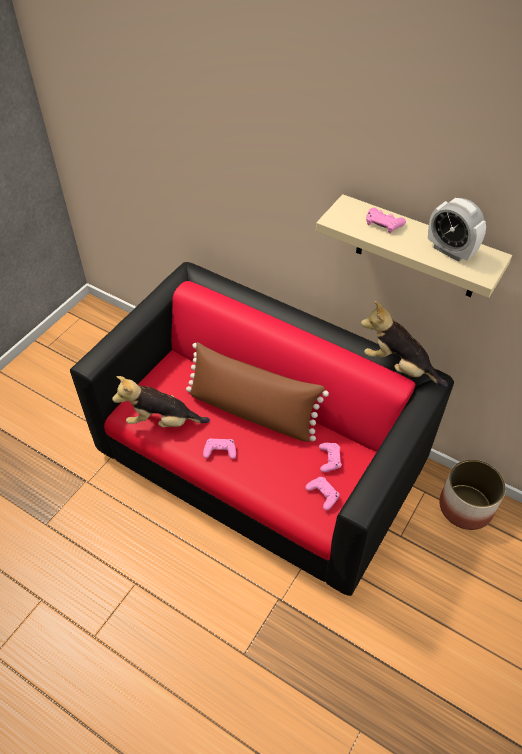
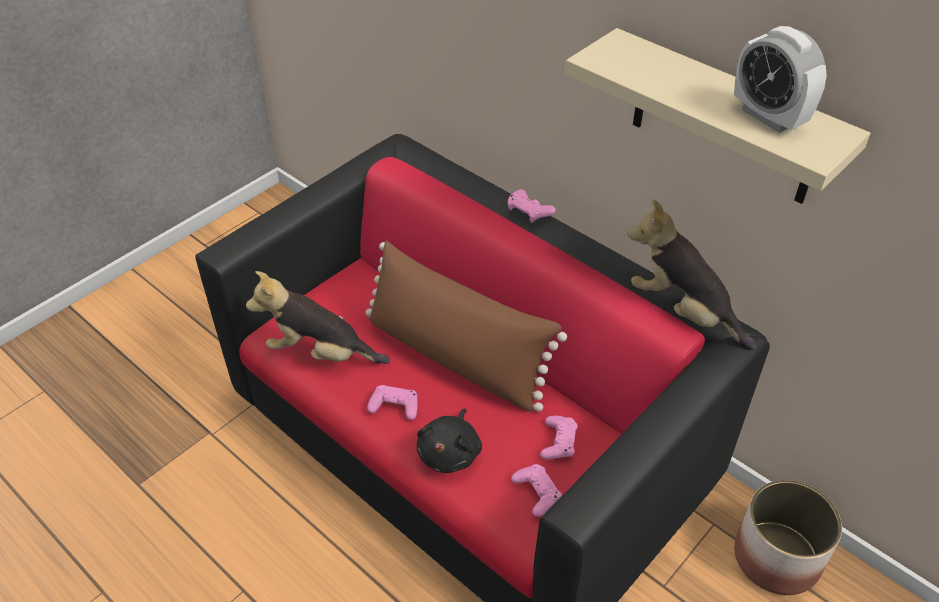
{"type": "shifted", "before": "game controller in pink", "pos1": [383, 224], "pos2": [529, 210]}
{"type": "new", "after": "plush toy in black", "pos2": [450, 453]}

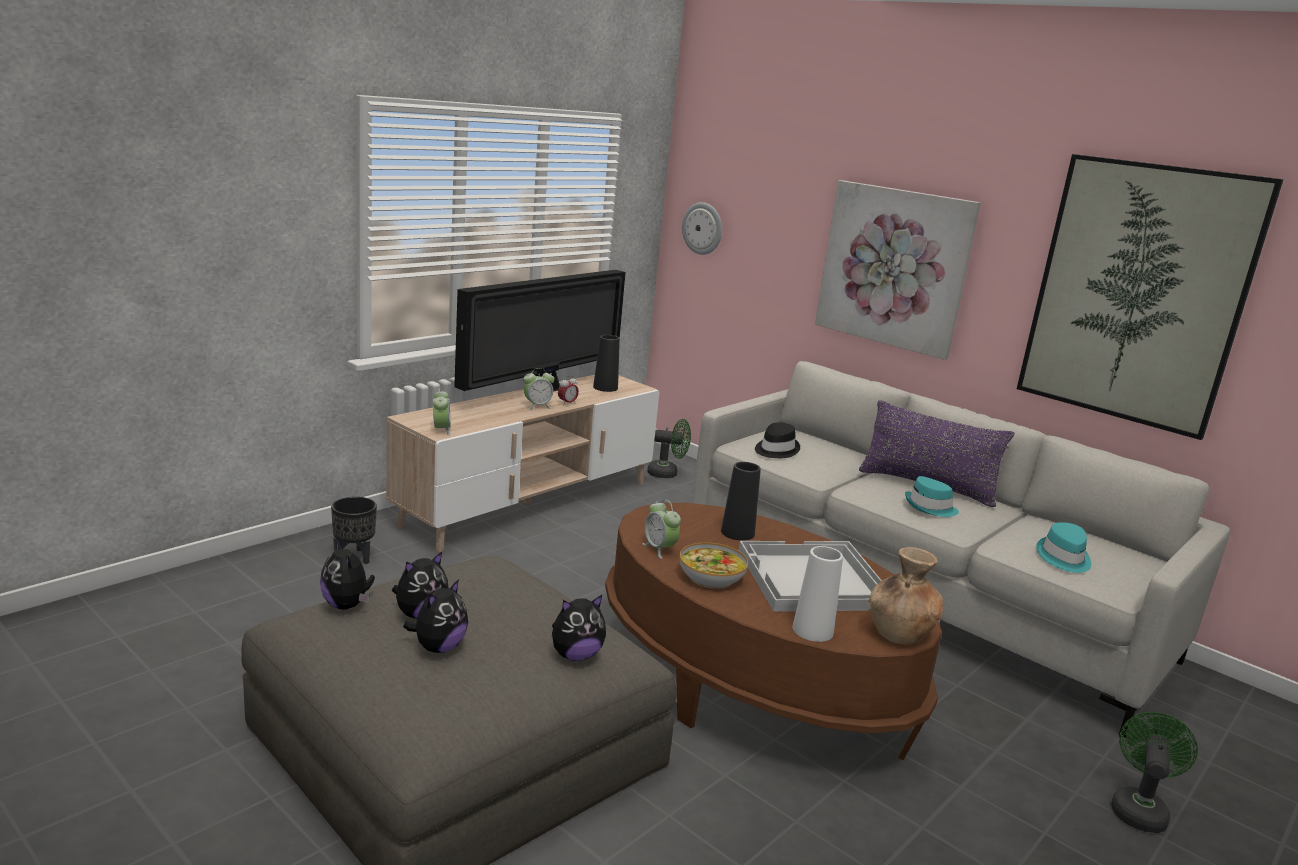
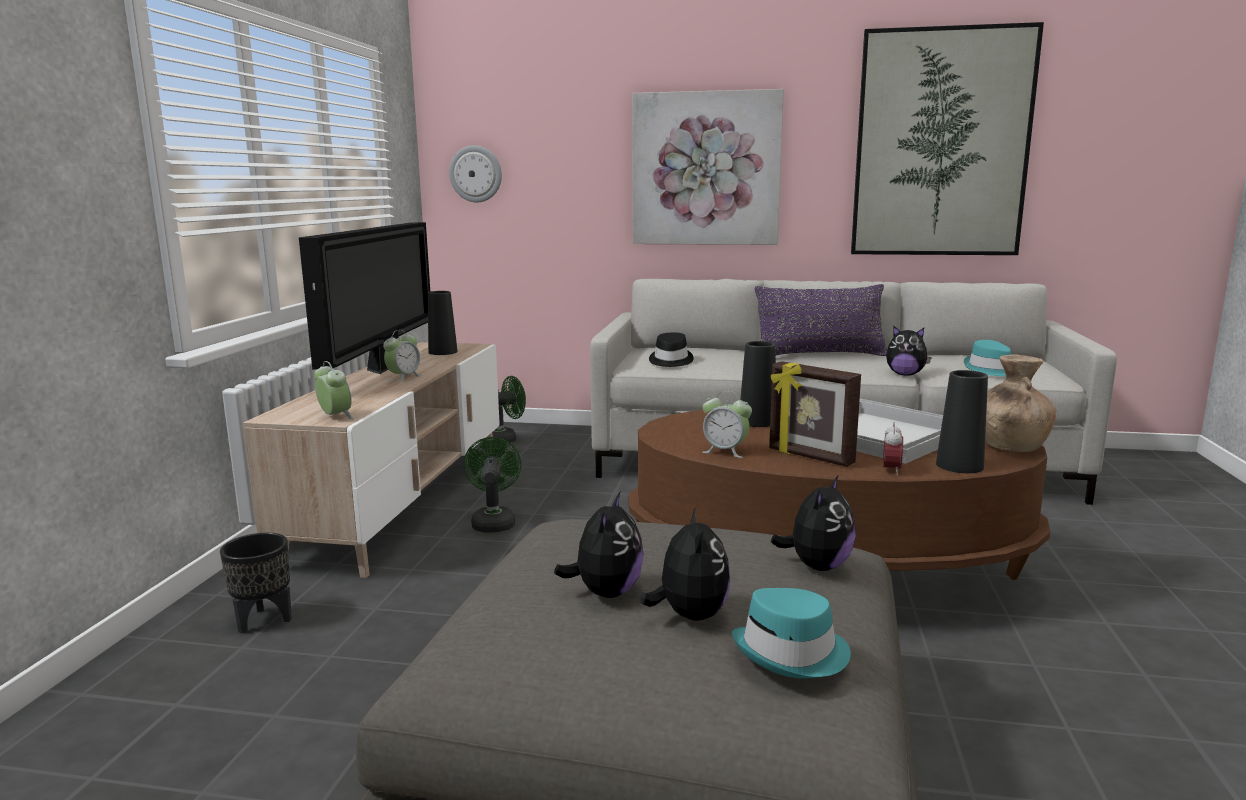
{"type": "shifted", "before": "plush toy", "pos1": [347, 605], "pos2": [905, 374]}
{"type": "shifted", "before": "alarm clock", "pos1": [567, 403], "pos2": [891, 471]}
{"type": "swapped", "before": "bowl", "after": "picture frame", "pos1": [711, 577], "pos2": [810, 457]}
{"type": "repainted", "before": "vase in white", "after": "vase in black", "pos1": [812, 630], "pos2": [959, 466]}
{"type": "shifted", "before": "hat in turquoise", "pos1": [930, 507], "pos2": [792, 653]}
{"type": "shifted", "before": "fan in green", "pos1": [1138, 809], "pos2": [493, 521]}

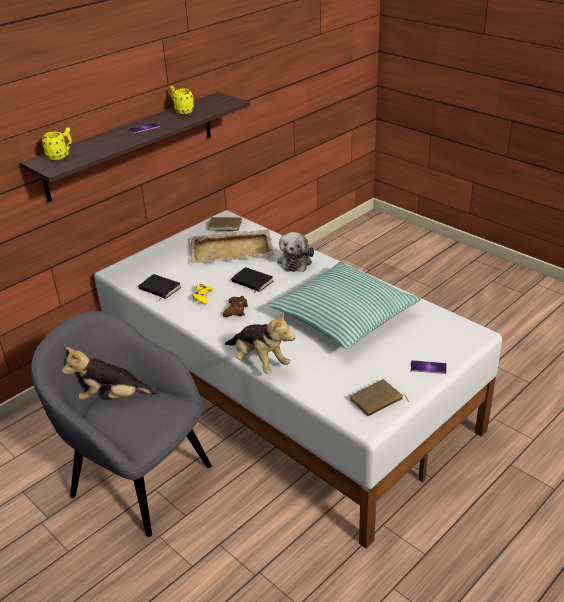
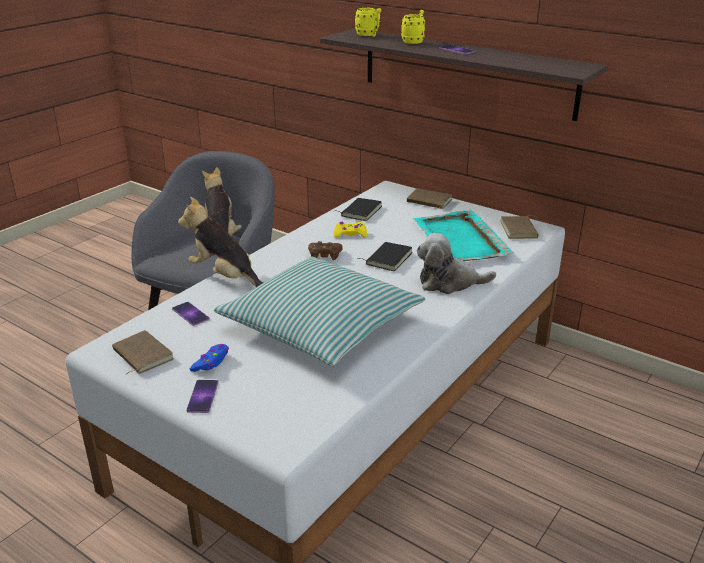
{"type": "shifted", "before": "mug in yellow", "pos1": [182, 111], "pos2": [414, 42]}
{"type": "repainted", "before": "tray in beige", "after": "tray in turquoise", "pos1": [232, 249], "pos2": [461, 240]}
{"type": "rotated", "before": "plush toy", "pos1": [259, 362], "pos2": [225, 277], "turn": 90}
{"type": "new", "after": "phone", "pos2": [190, 314]}
{"type": "new", "after": "game controller in blue", "pos2": [211, 362]}
{"type": "new", "after": "book in brown", "pos2": [428, 201]}

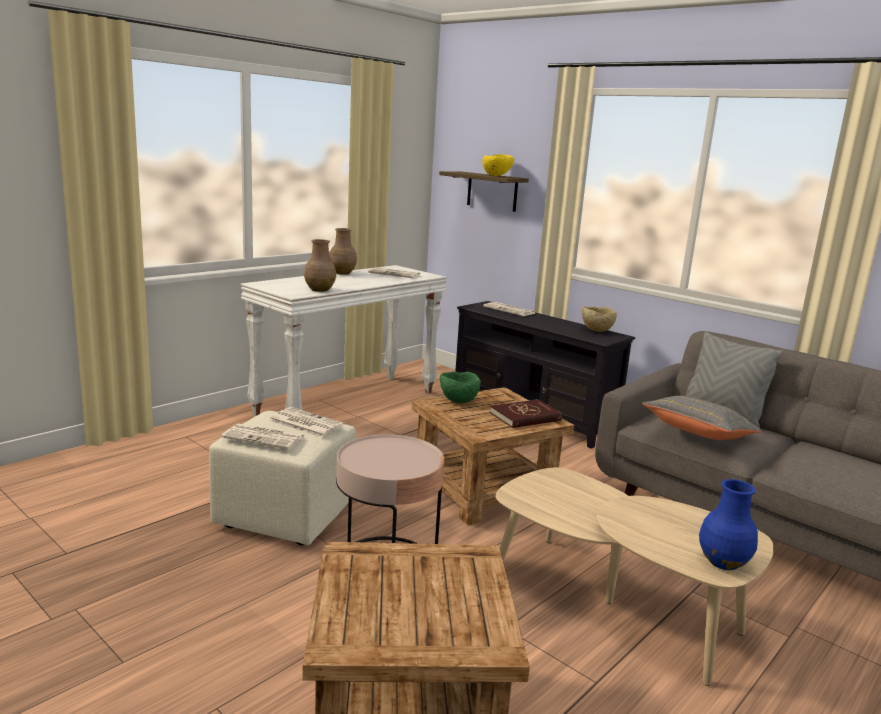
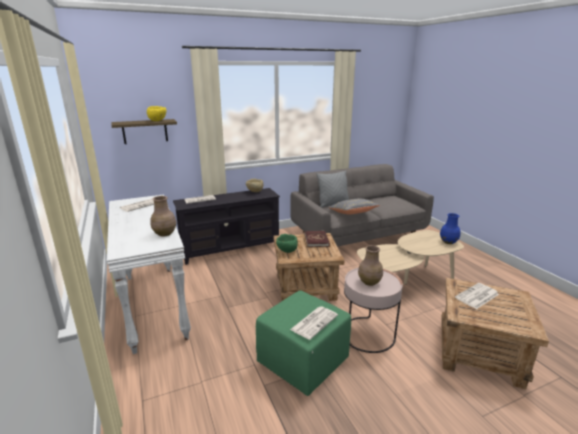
{"type": "repainted", "before": "ottoman in beige", "after": "ottoman in green", "pos1": [283, 515], "pos2": [302, 362]}
{"type": "shifted", "before": "newspaper", "pos1": [305, 423], "pos2": [477, 296]}
{"type": "shifted", "before": "vase in brown", "pos1": [342, 273], "pos2": [369, 282]}

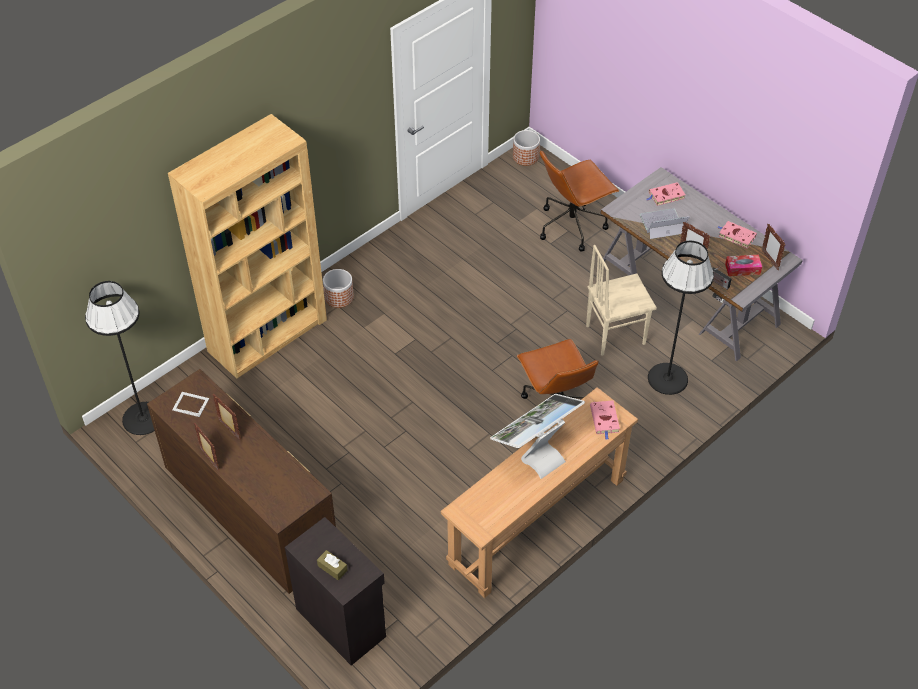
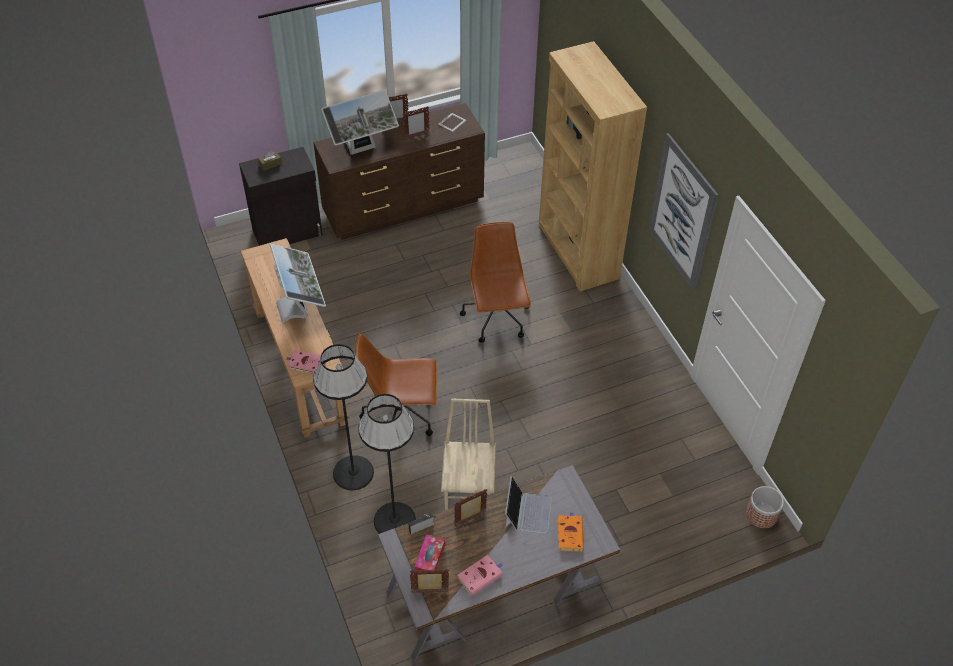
{"type": "shifted", "before": "floor lamp in black", "pos1": [143, 418], "pos2": [353, 473]}
{"type": "gone", "before": "planter", "pos1": [339, 297]}
{"type": "shifted", "before": "office chair in brown", "pos1": [572, 225], "pos2": [497, 319]}
{"type": "repainted", "before": "book in pink", "after": "book in orange", "pos1": [665, 196], "pos2": [570, 533]}
{"type": "new", "after": "monitor", "pos2": [362, 150]}
{"type": "new", "after": "picture", "pos2": [682, 213]}

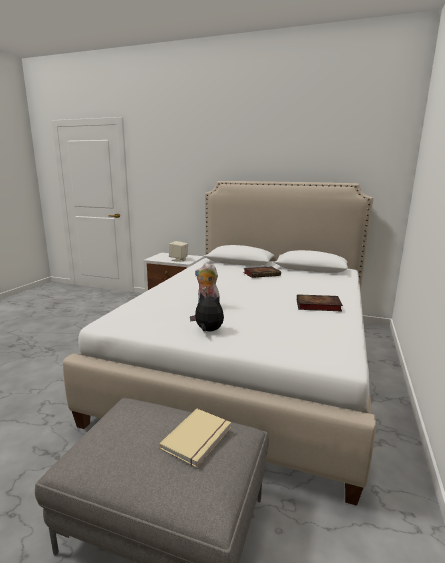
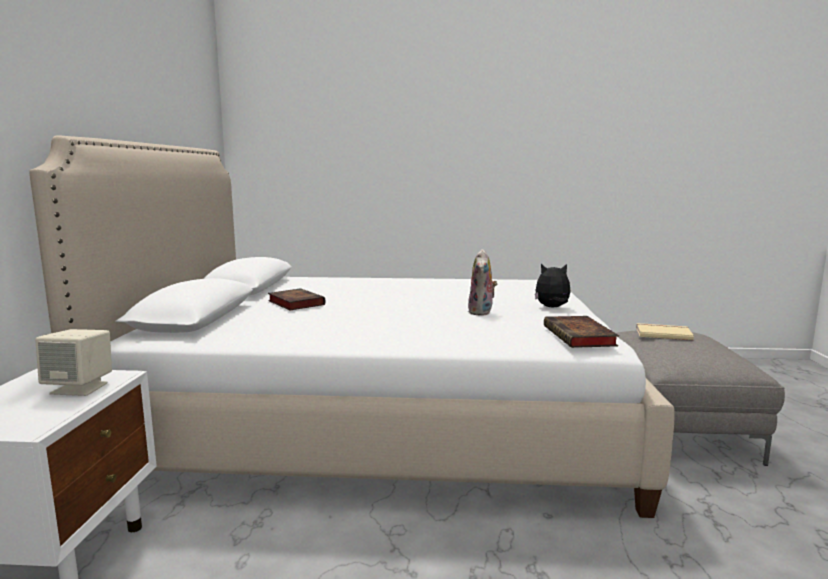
{"type": "rotated", "before": "plush toy", "pos1": [208, 331], "pos2": [552, 307], "turn": 75}
{"type": "shifted", "before": "book", "pos1": [317, 306], "pos2": [580, 337]}

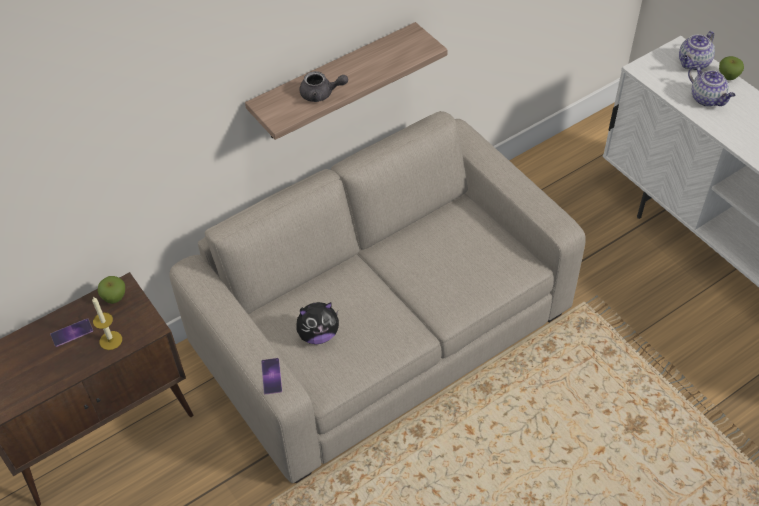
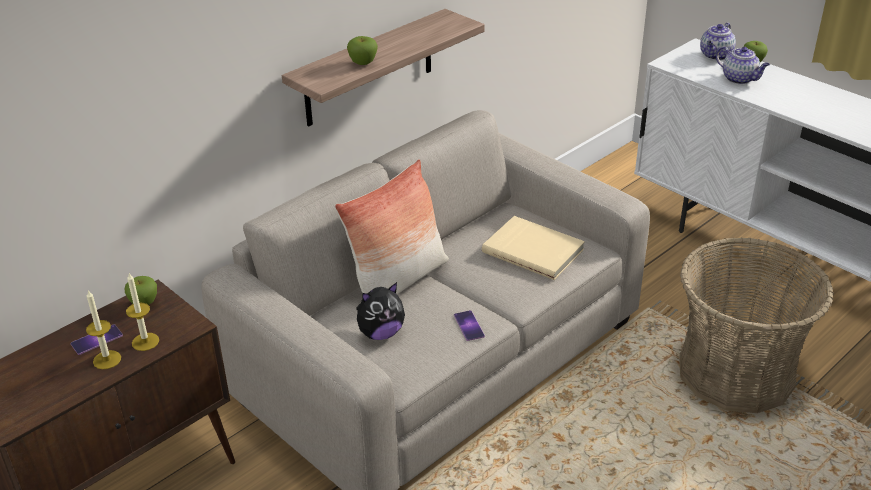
{"type": "shifted", "before": "phone", "pos1": [271, 376], "pos2": [469, 325]}
{"type": "swapped", "before": "teapot in grey", "after": "apple", "pos1": [321, 94], "pos2": [363, 63]}
{"type": "new", "after": "candle", "pos2": [107, 360]}
{"type": "new", "after": "pillow", "pos2": [398, 282]}
{"type": "new", "after": "book in beige", "pos2": [534, 250]}
{"type": "new", "after": "basket", "pos2": [736, 372]}

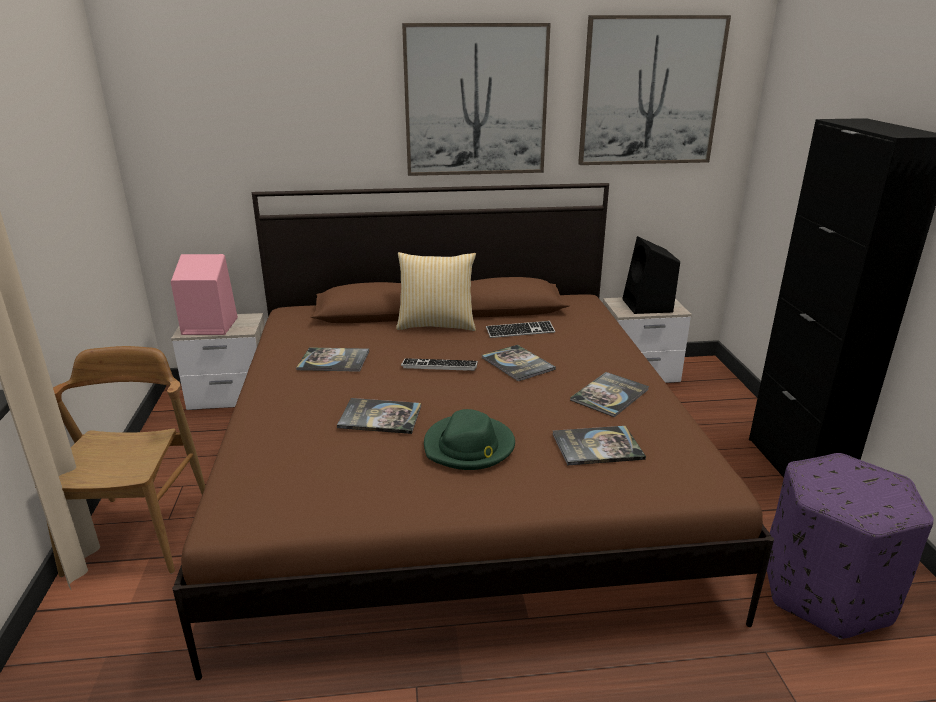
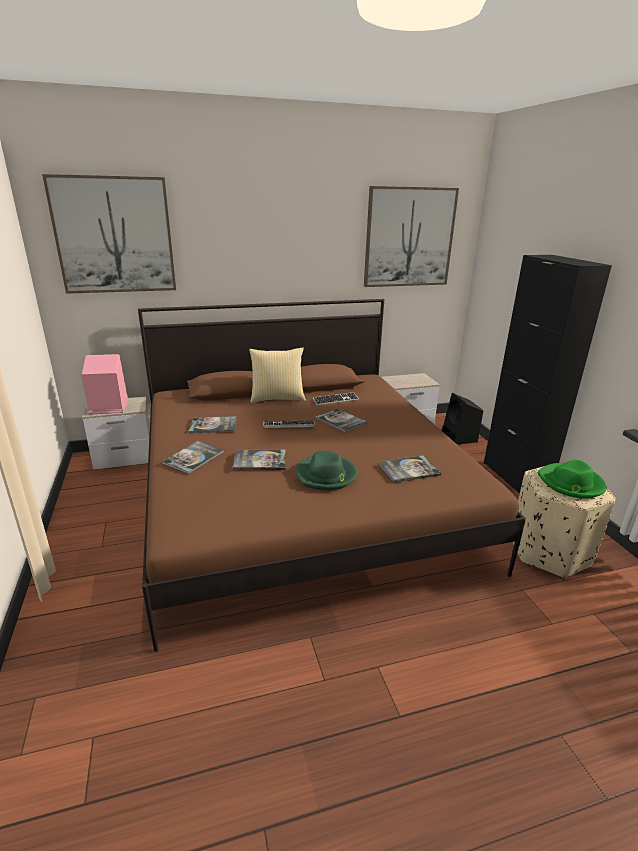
{"type": "gone", "before": "chair in brown", "pos1": [140, 533]}
{"type": "shifted", "before": "picture", "pos1": [476, 101], "pos2": [114, 236]}
{"type": "shifted", "before": "book", "pos1": [609, 395], "pos2": [193, 458]}
{"type": "shifted", "before": "speaker in black", "pos1": [648, 306], "pos2": [460, 438]}
{"type": "repainted", "before": "ottoman in purple", "after": "ottoman in beige", "pos1": [826, 592], "pos2": [550, 551]}
{"type": "new", "after": "hat in green", "pos2": [571, 483]}

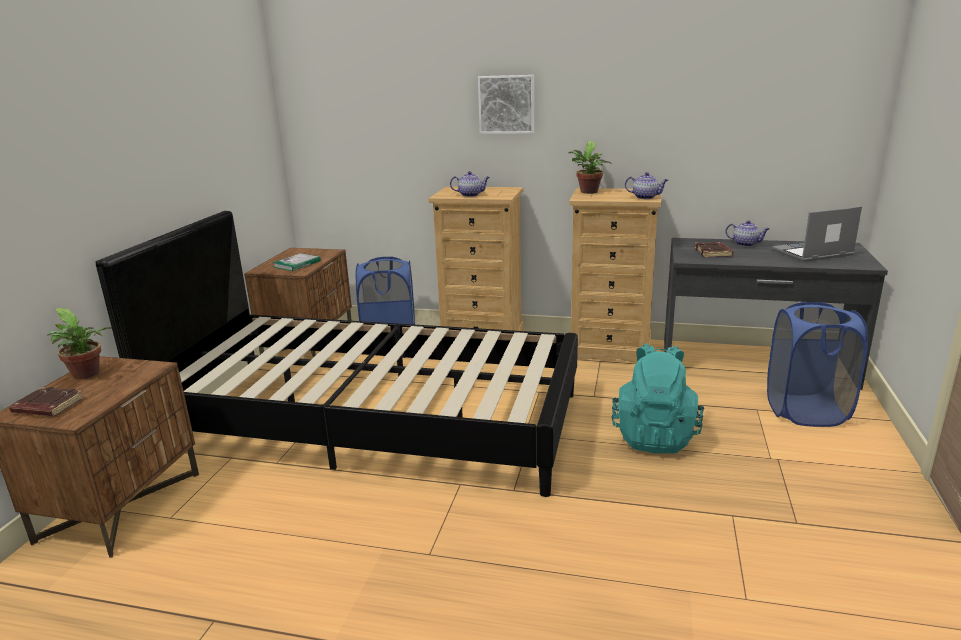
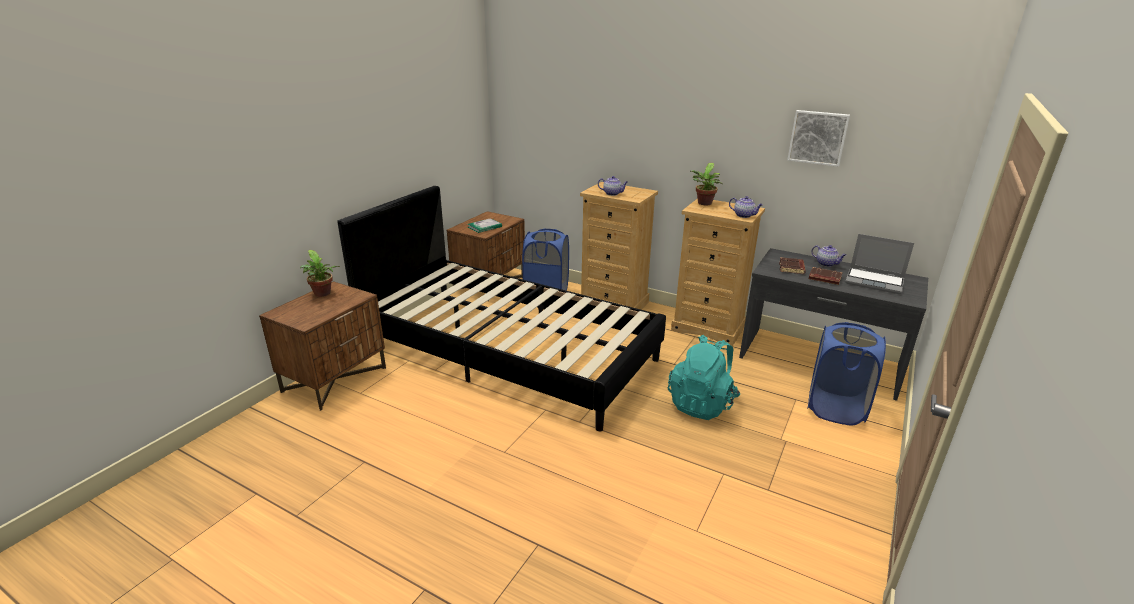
{"type": "shifted", "before": "book in brown", "pos1": [47, 407], "pos2": [824, 279]}
{"type": "shifted", "before": "picture", "pos1": [507, 104], "pos2": [818, 137]}
{"type": "rotated", "before": "laptop", "pos1": [811, 253], "pos2": [875, 282], "turn": -150}

